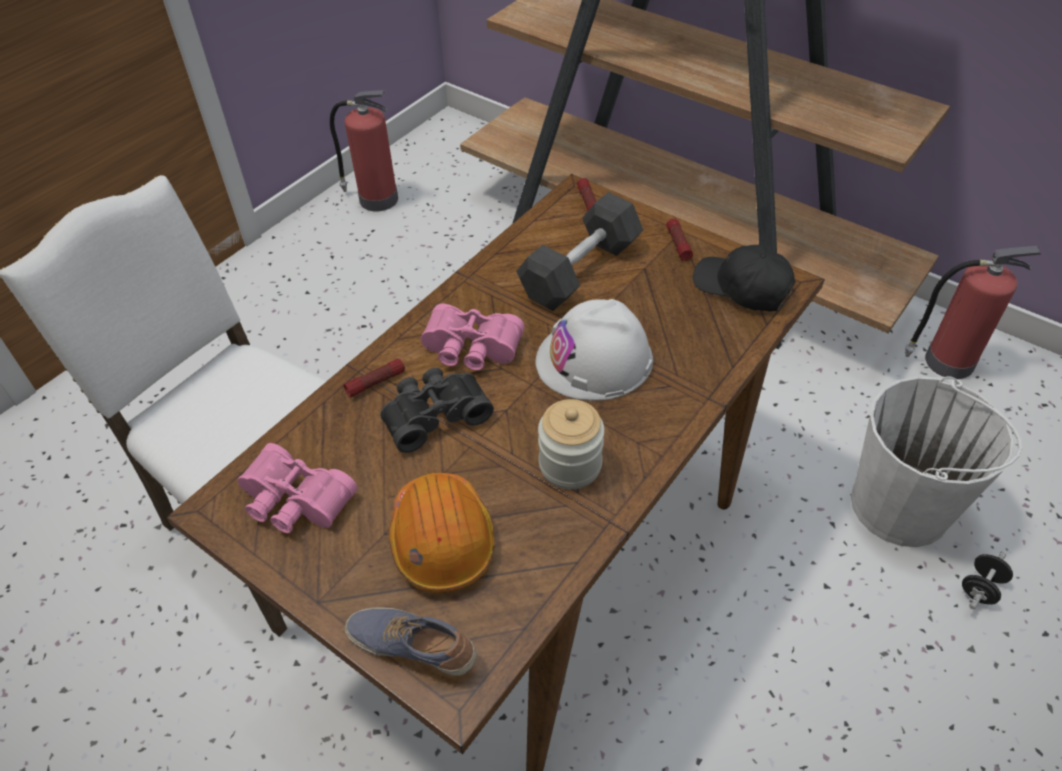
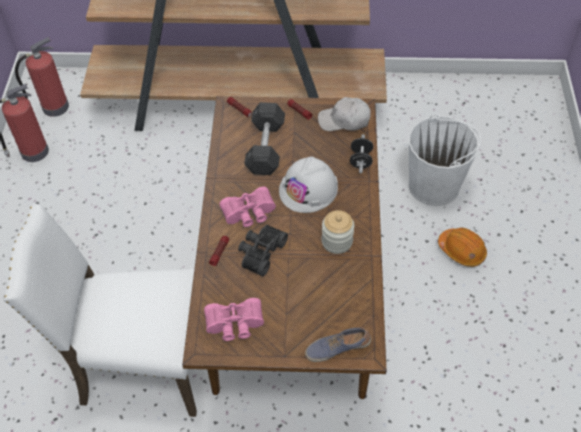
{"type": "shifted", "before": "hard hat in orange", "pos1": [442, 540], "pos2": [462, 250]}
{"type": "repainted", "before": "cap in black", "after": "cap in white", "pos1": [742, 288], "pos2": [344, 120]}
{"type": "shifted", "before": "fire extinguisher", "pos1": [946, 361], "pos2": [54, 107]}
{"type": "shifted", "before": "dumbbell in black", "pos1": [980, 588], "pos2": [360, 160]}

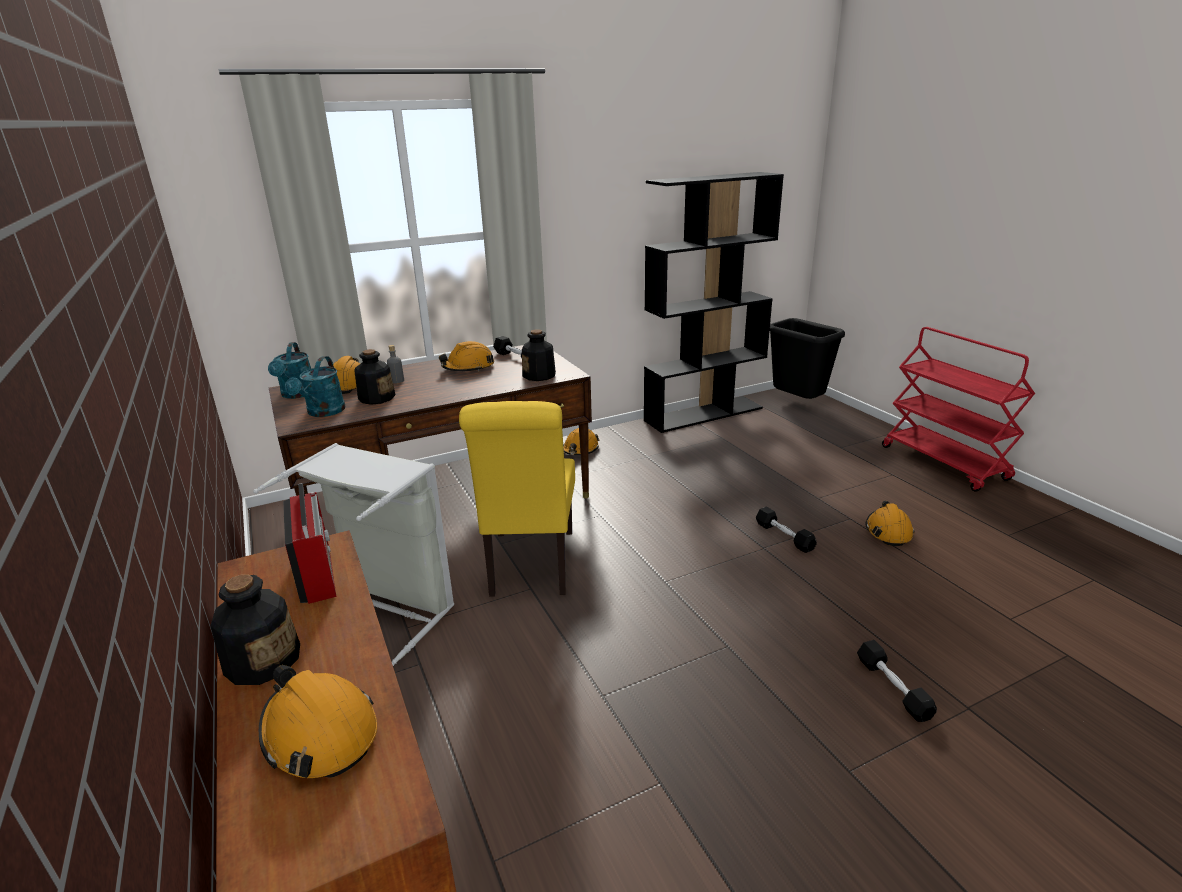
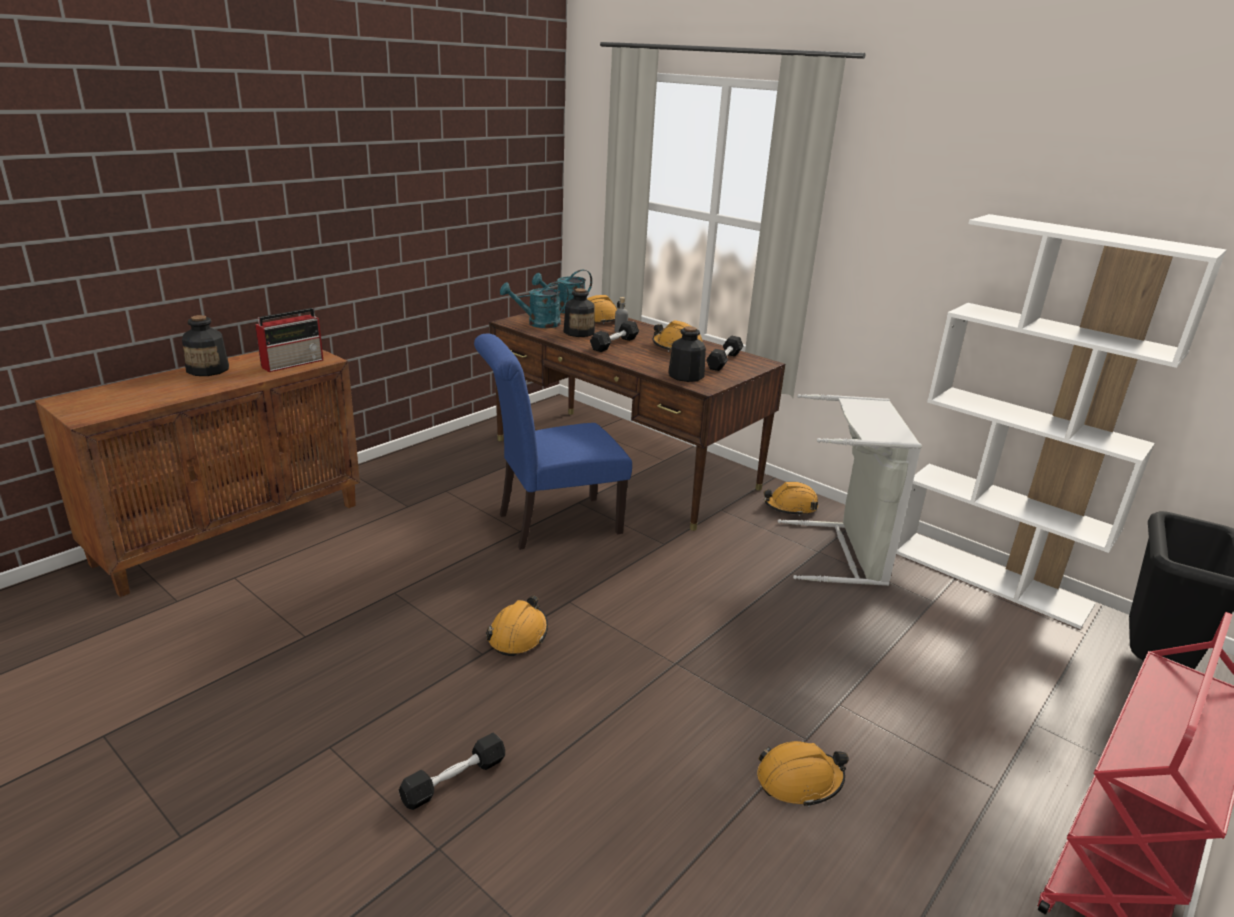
{"type": "shifted", "before": "laundry basket in grey", "pos1": [386, 611], "pos2": [844, 554]}
{"type": "shifted", "before": "hard hat in orange", "pos1": [319, 733], "pos2": [518, 635]}
{"type": "repainted", "before": "chair in yellow", "after": "chair in blue", "pos1": [530, 567], "pos2": [551, 524]}
{"type": "repainted", "before": "bookcase in black", "after": "bookcase in white", "pos1": [704, 414], "pos2": [990, 577]}
{"type": "shifted", "before": "dumbbell in black", "pos1": [784, 536], "pos2": [614, 344]}

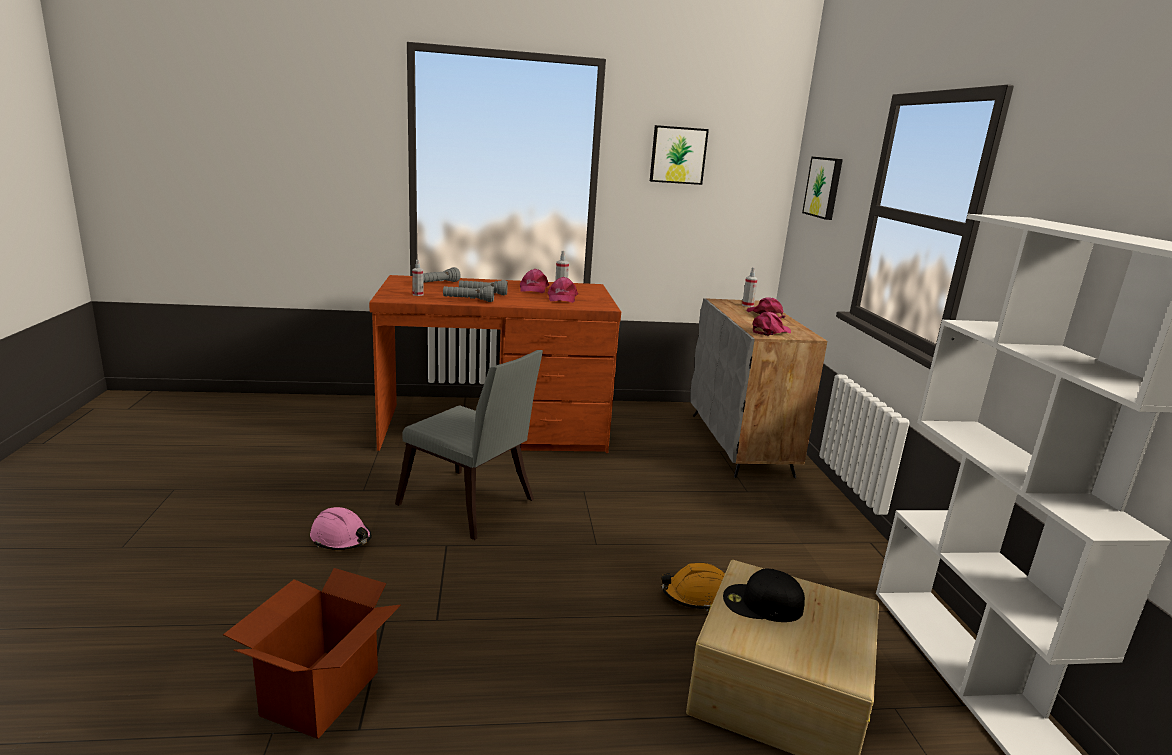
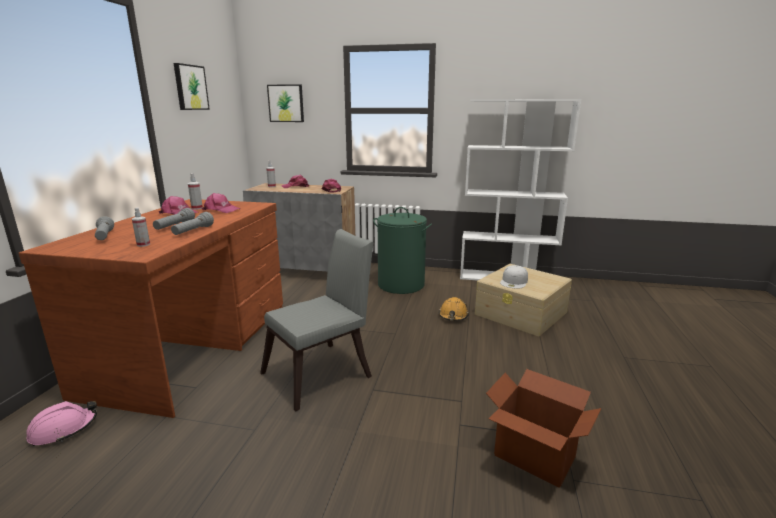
{"type": "shifted", "before": "hard hat in pink", "pos1": [341, 539], "pos2": [63, 429]}
{"type": "repainted", "before": "cap in black", "after": "cap in white", "pos1": [762, 603], "pos2": [514, 281]}
{"type": "new", "after": "laundry basket in green", "pos2": [401, 284]}

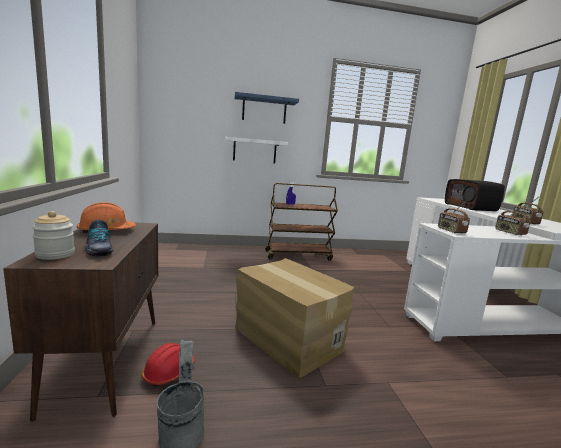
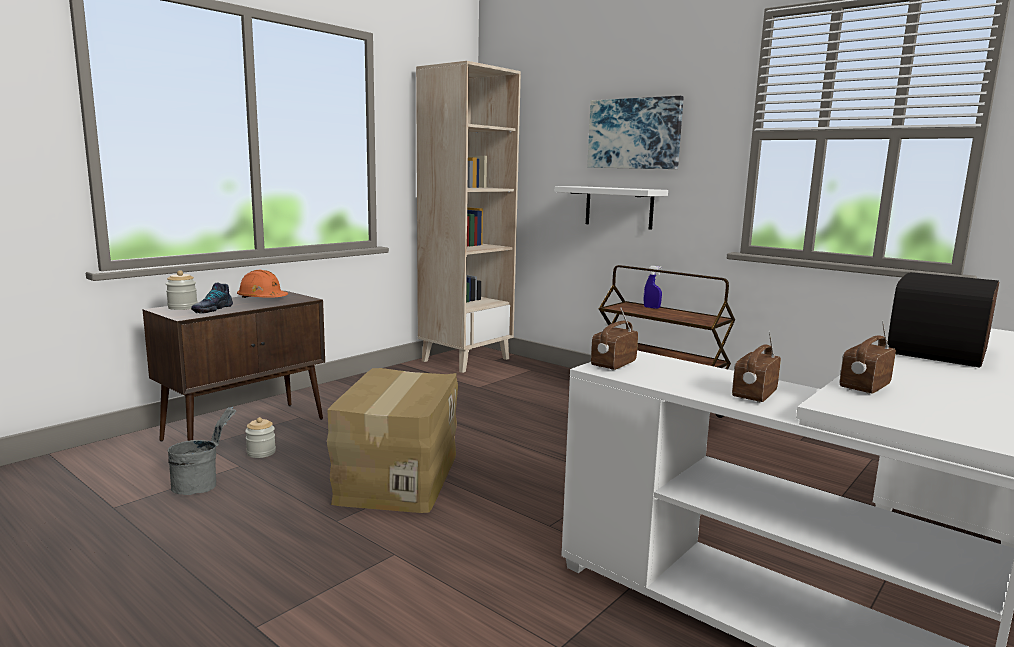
{"type": "swapped", "before": "hard hat in red", "after": "jar", "pos1": [168, 372], "pos2": [261, 453]}
{"type": "swapped", "before": "shelf in blue", "after": "picture", "pos1": [264, 110], "pos2": [634, 133]}
{"type": "new", "after": "bookcase in beige", "pos2": [465, 359]}

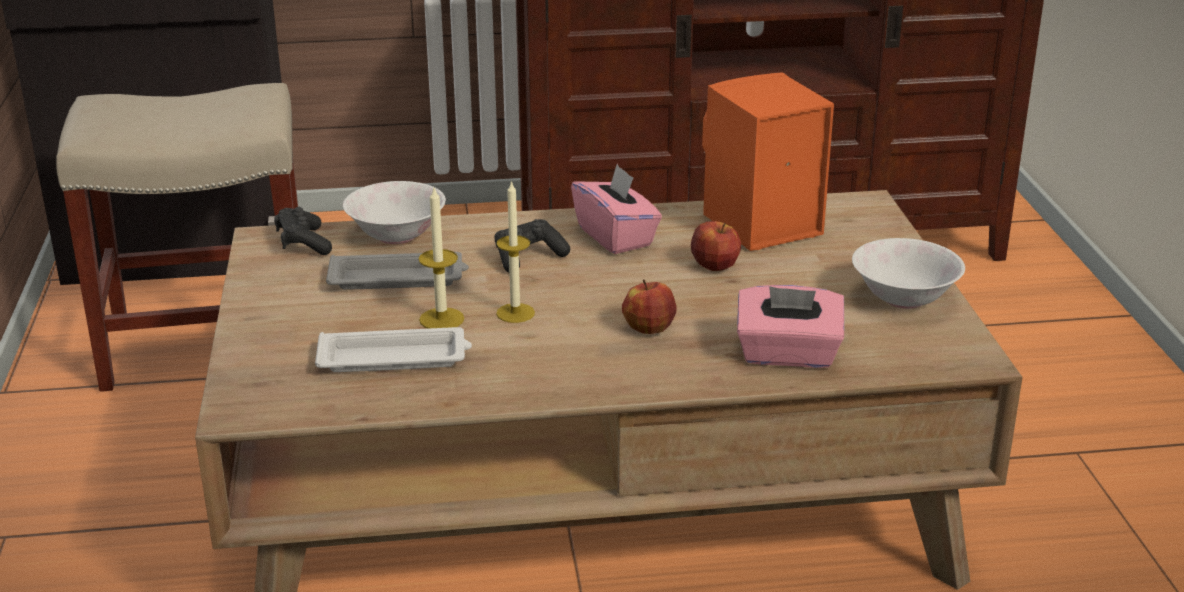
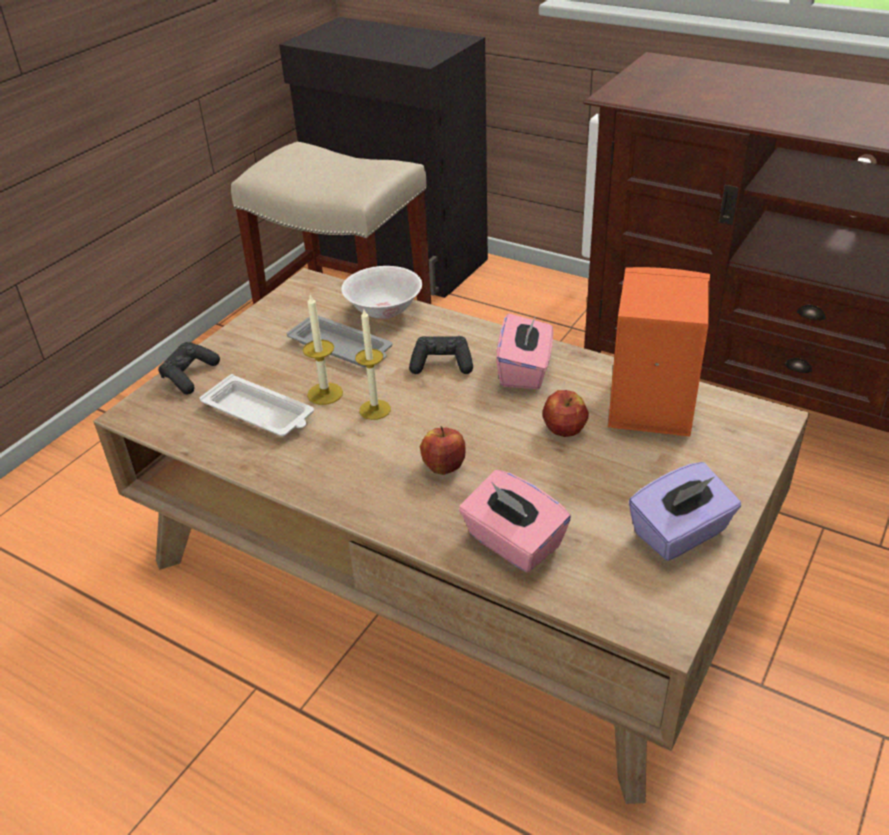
{"type": "shifted", "before": "game controller in black", "pos1": [303, 244], "pos2": [190, 376]}
{"type": "swapped", "before": "bowl in white", "after": "tissue box in purple", "pos1": [903, 298], "pos2": [680, 533]}

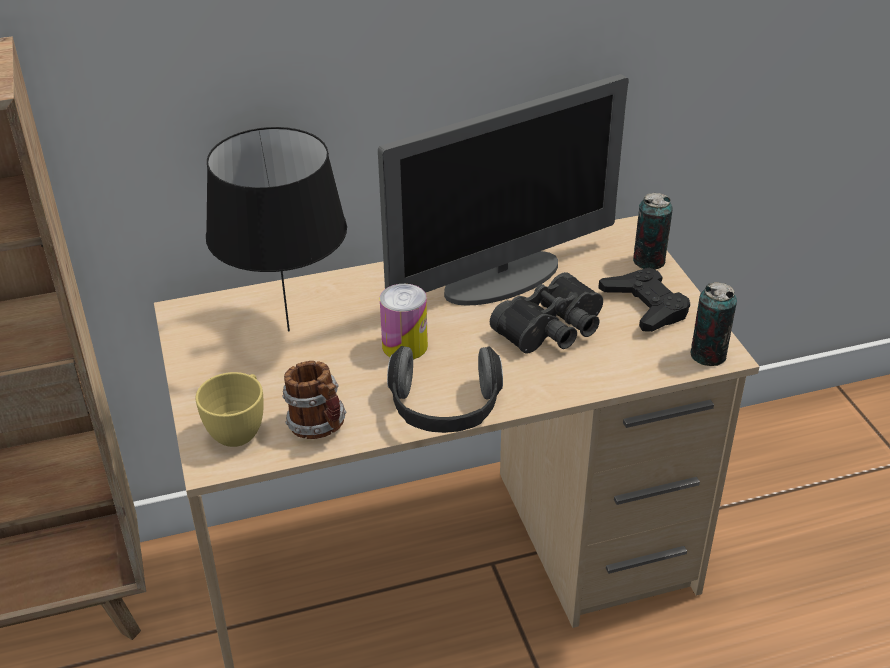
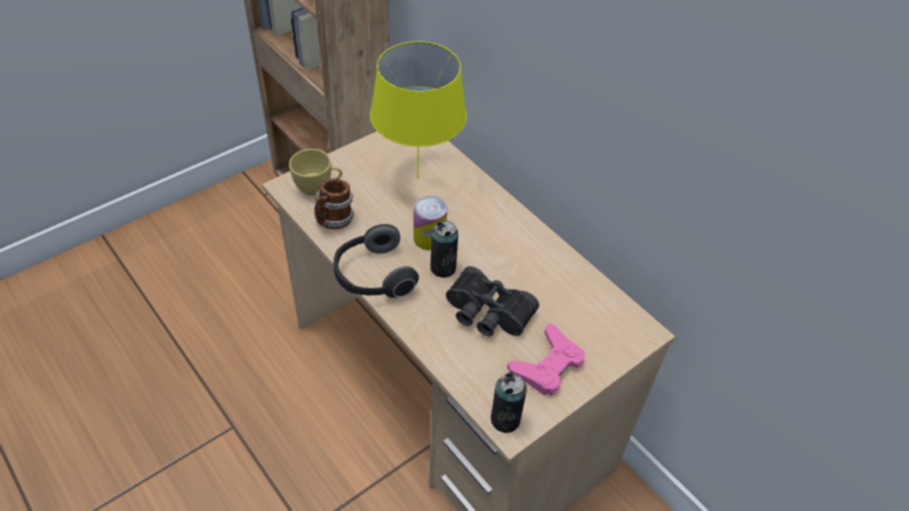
{"type": "repainted", "before": "table lamp in black", "after": "table lamp in yellow", "pos1": [288, 332], "pos2": [416, 179]}
{"type": "gone", "before": "monitor", "pos1": [503, 279]}
{"type": "repainted", "before": "game controller in black", "after": "game controller in pink", "pos1": [645, 306], "pos2": [547, 365]}
{"type": "shifted", "before": "can", "pos1": [649, 261], "pos2": [443, 268]}

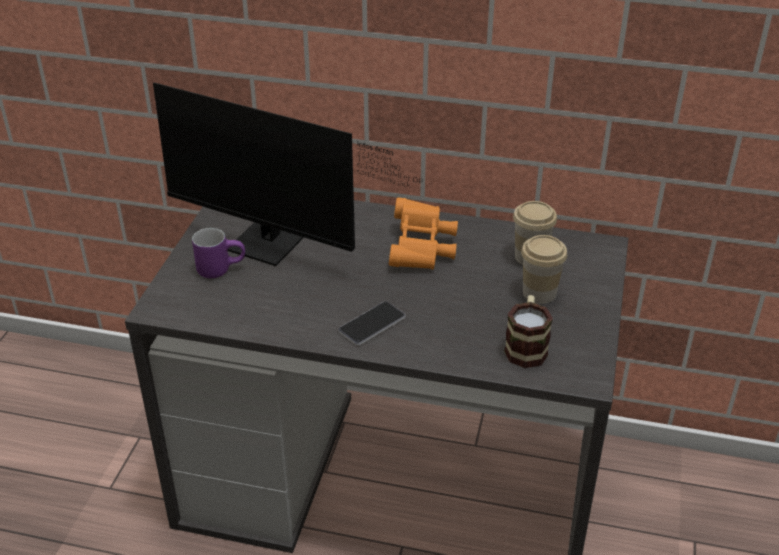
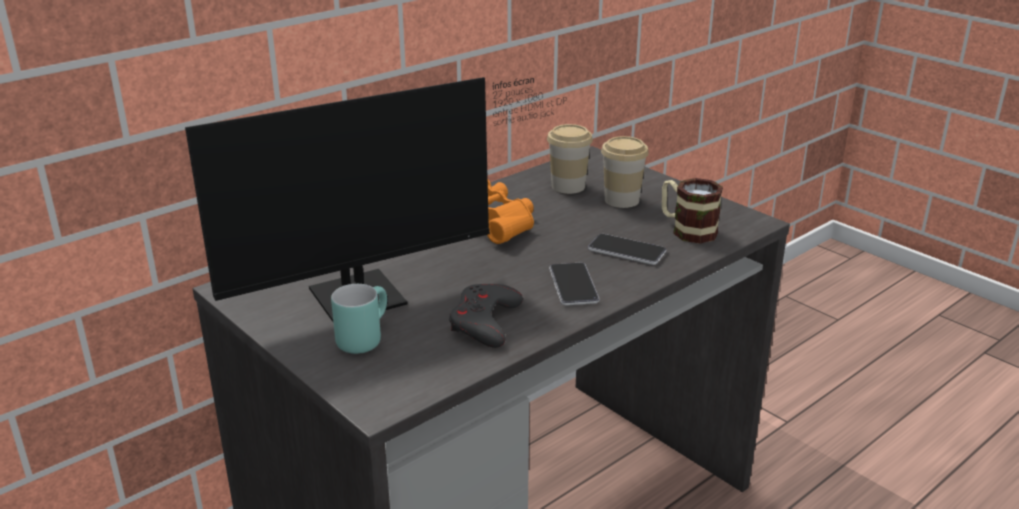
{"type": "repainted", "before": "mug in purple", "after": "mug in turquoise", "pos1": [221, 268], "pos2": [362, 337]}
{"type": "new", "after": "game controller in grey", "pos2": [485, 322]}
{"type": "new", "after": "phone", "pos2": [626, 251]}

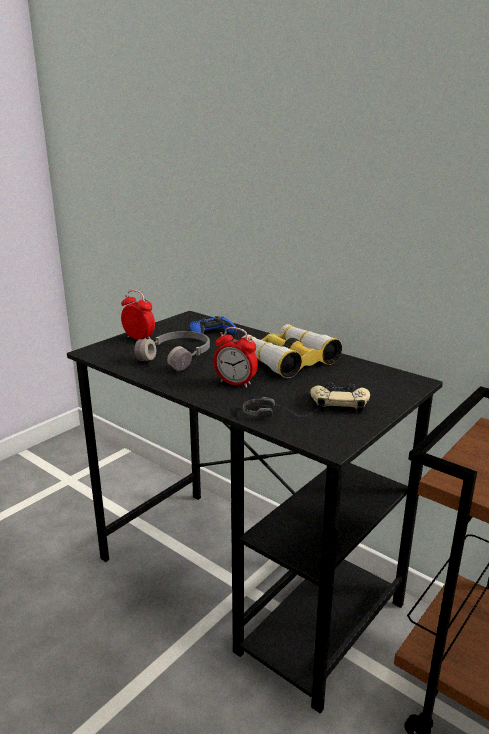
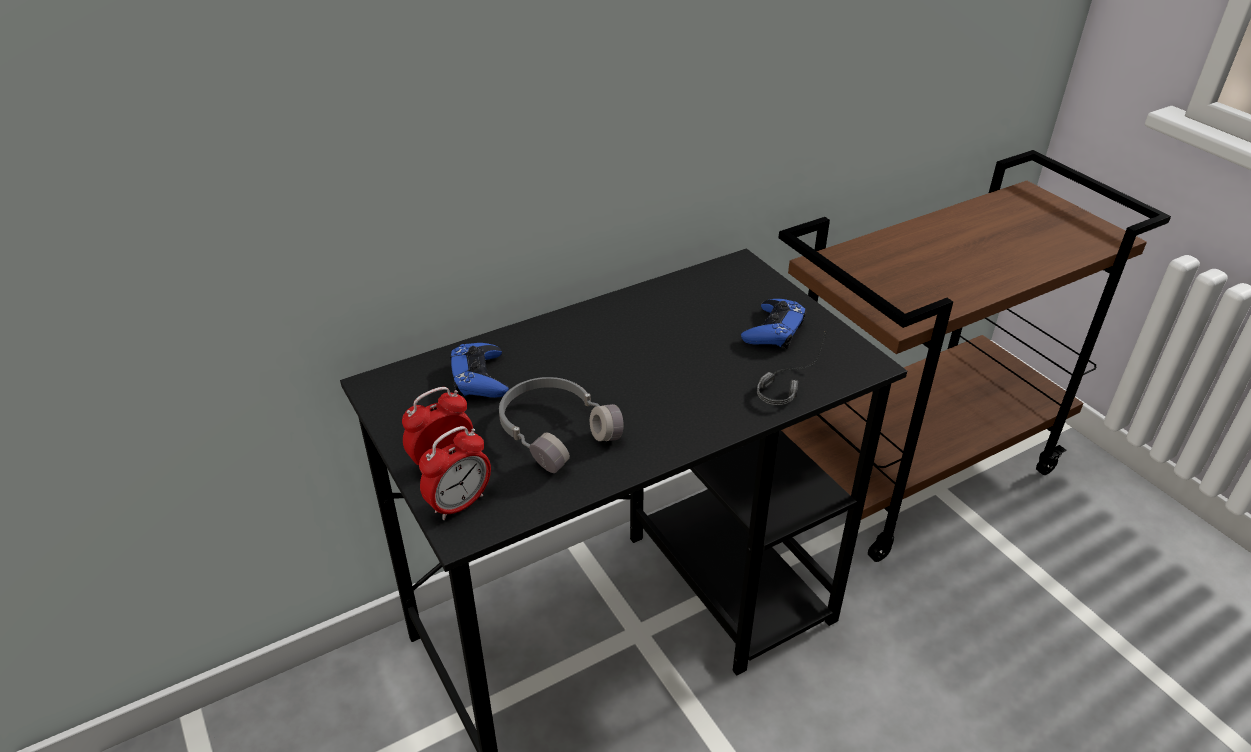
{"type": "shifted", "before": "alarm clock", "pos1": [235, 383], "pos2": [459, 504]}
{"type": "gone", "before": "binoculars", "pos1": [288, 359]}
{"type": "repainted", "before": "game controller in beige", "after": "game controller in blue", "pos1": [339, 403], "pos2": [773, 330]}

